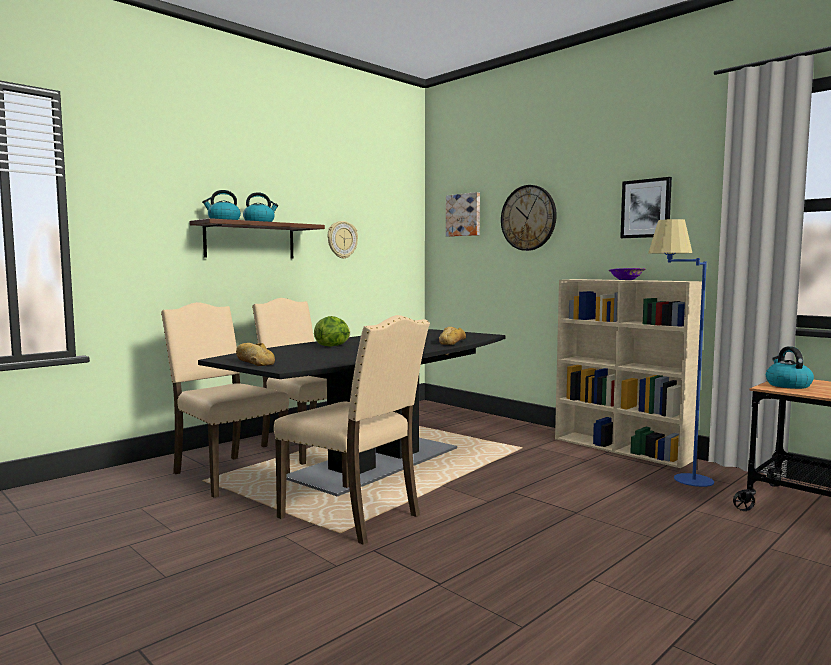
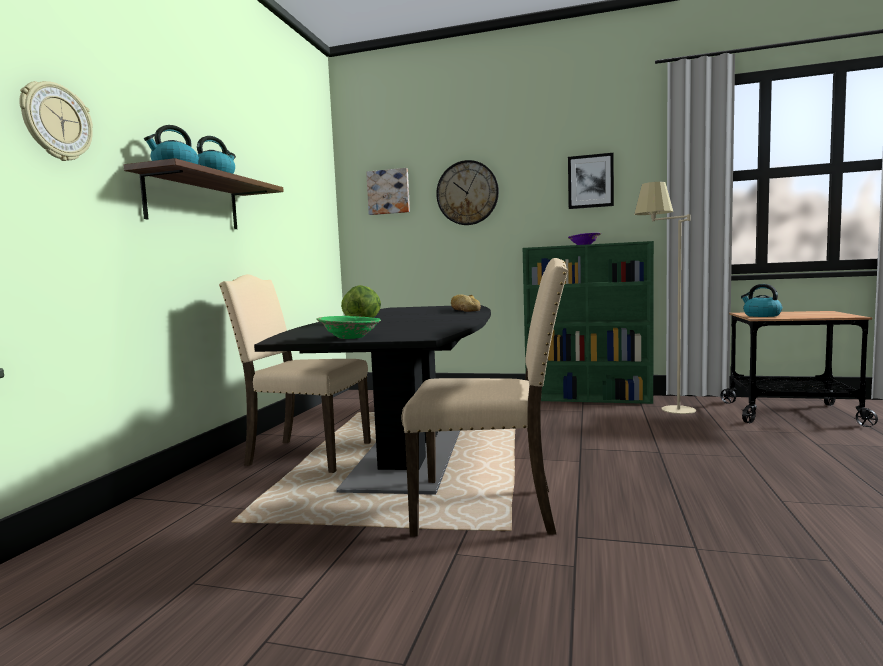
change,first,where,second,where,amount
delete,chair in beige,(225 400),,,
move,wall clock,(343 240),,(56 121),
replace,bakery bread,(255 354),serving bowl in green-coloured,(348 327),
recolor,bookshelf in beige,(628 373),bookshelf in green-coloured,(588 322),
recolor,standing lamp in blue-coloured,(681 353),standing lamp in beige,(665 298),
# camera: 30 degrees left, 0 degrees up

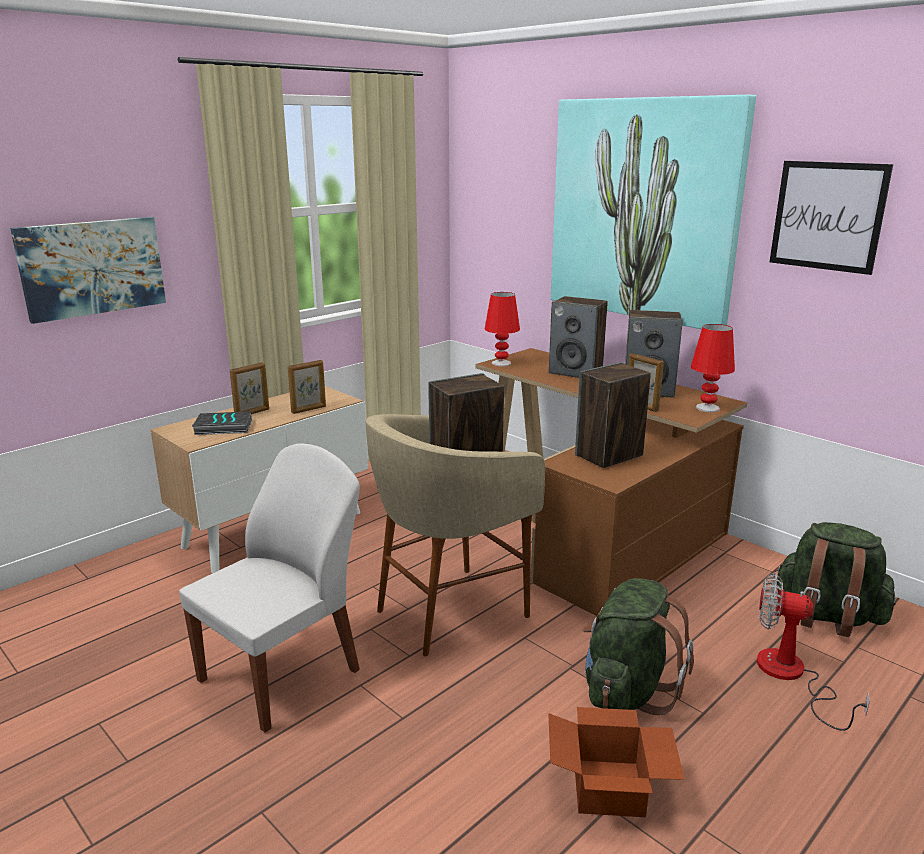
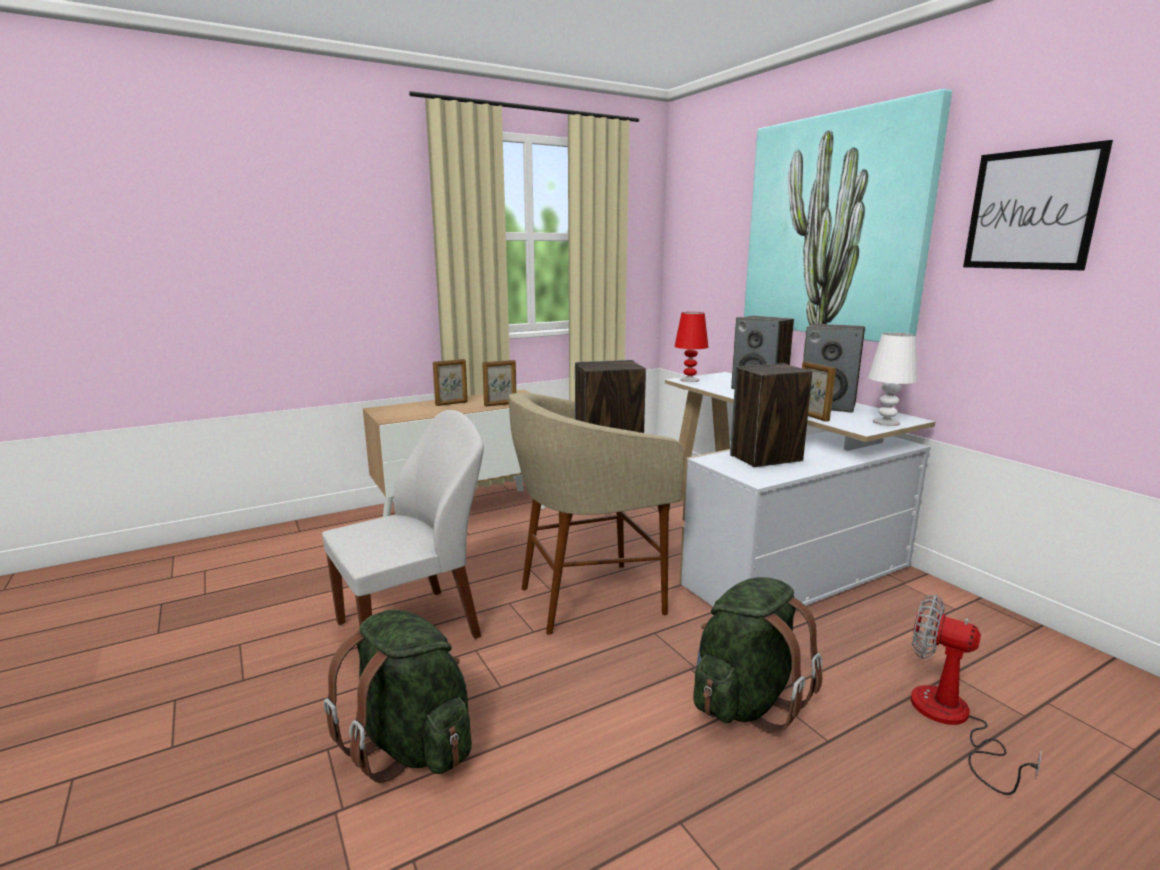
change,first,where,second,where,amount
delete,wall picture,(88 270),,,
delete,book,(222 423),,,
delete,carton,(616 762),,,
move,knapsack in green-coloured,(835 579),,(397 696),
recolor,desk table in brownish,(611 482),desk table in white-coloured,(800 489),
recolor,lamp for a table in red-coloured,(713 368),lamp for a table in white-coloured,(892 379),
# camera: 15 degrees right, 5 degrees down

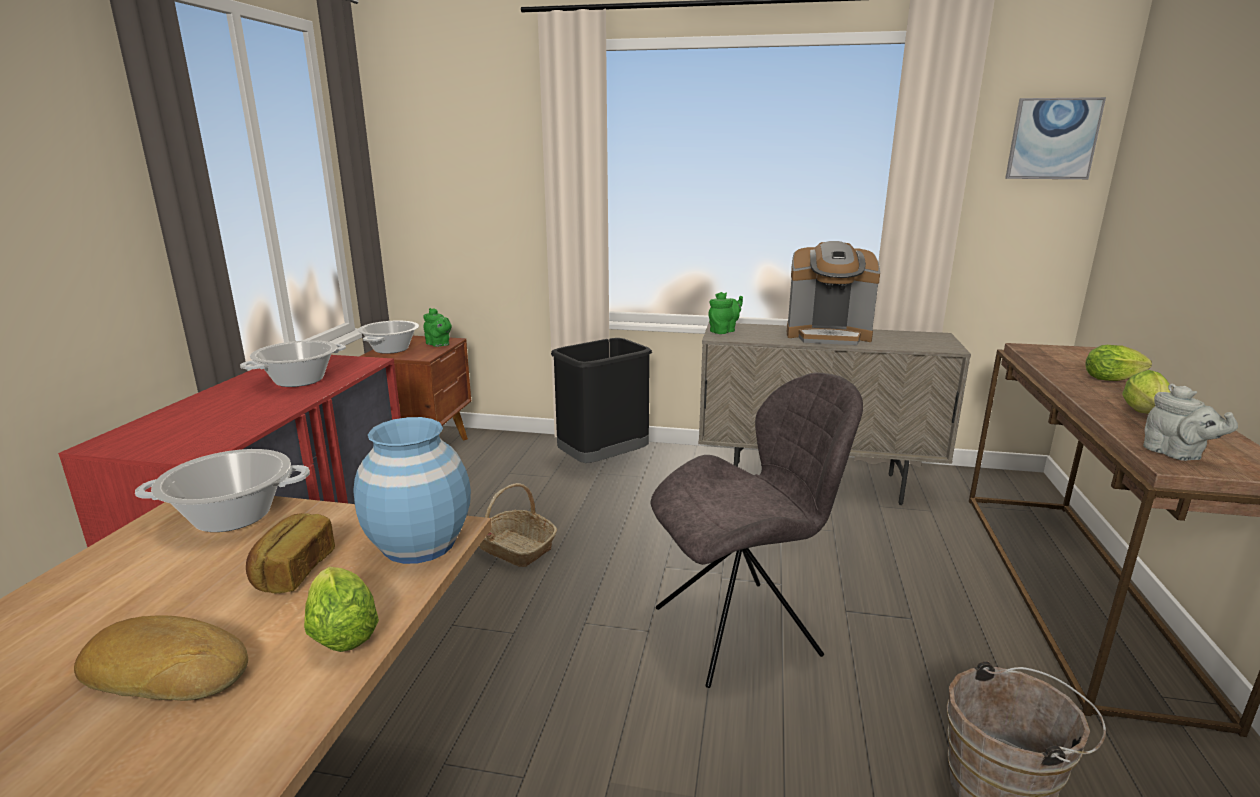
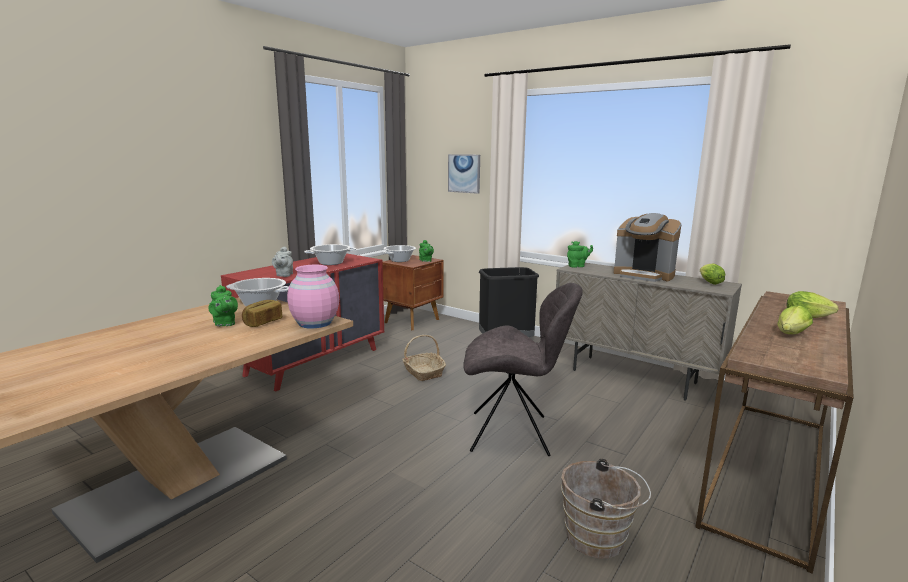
change,first,where,second,where,amount
delete,bakery bread,(161 658),,,
insert,,,tea pot in green-coloured,(223 305),
move,lettuce head,(341 609),,(712 274),
move,wall picture,(1055 138),,(464 174),
move,tea pot in greyish,(1190 422),,(282 261),
recolor,vase in blue-coloured,(412 490),vase in pink-coloured,(313 296),
# camera: 25 degrees right, 5 degrees down

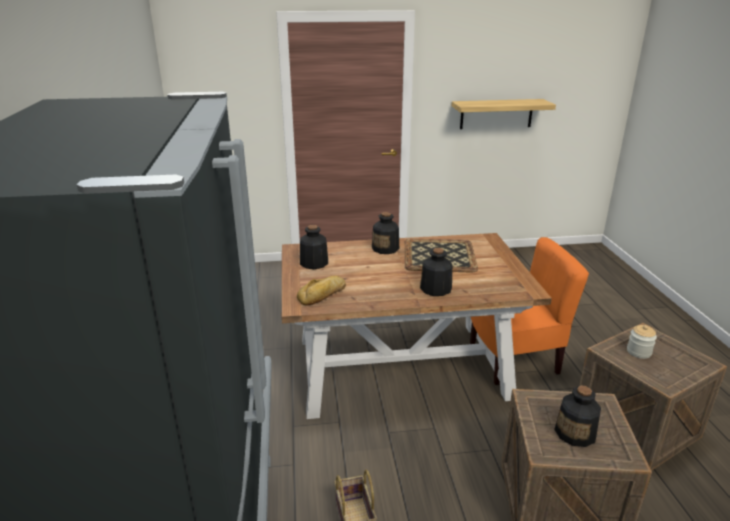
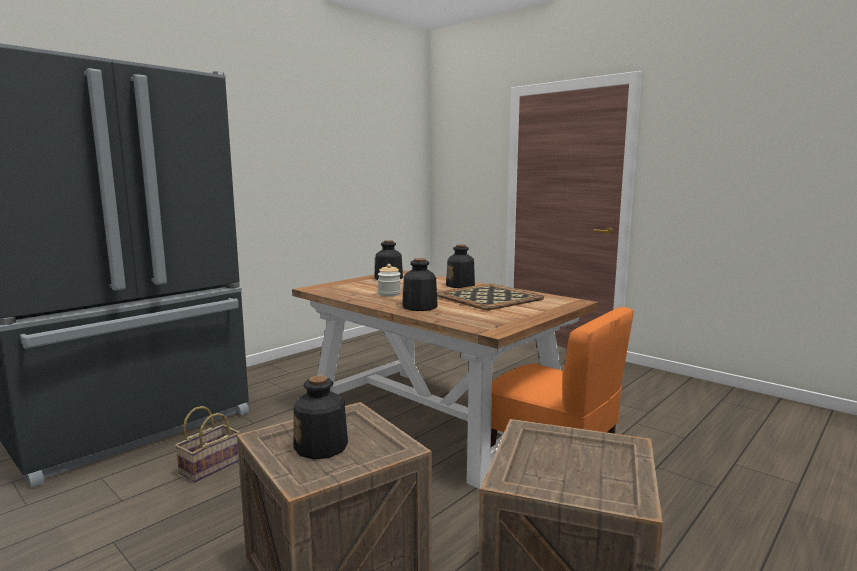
change,first,where,second,where,amount
delete,bakery bread,(321 291),,,
delete,wall shelf,(504 114),,,
move,jar,(642 342),,(389 280),
# camera: 50 degrees right, 15 degrees down

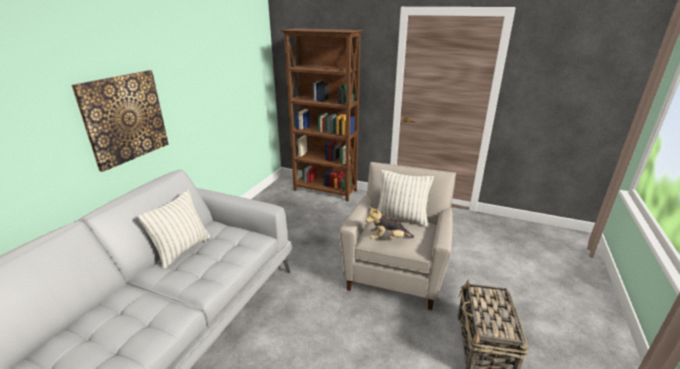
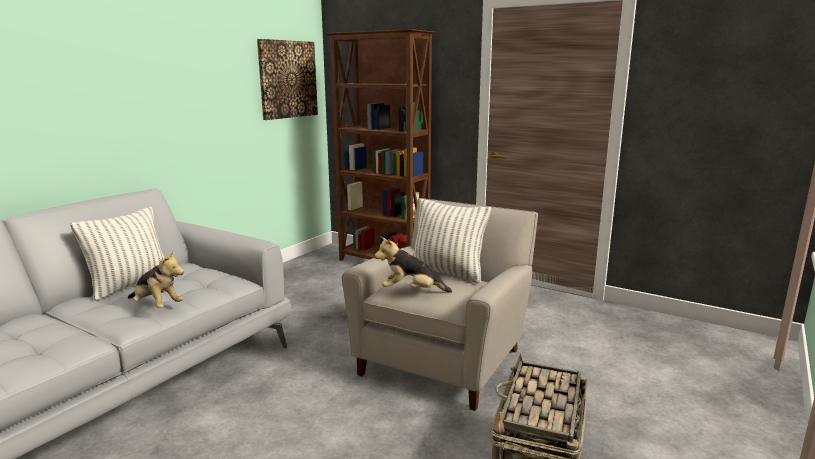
change,first,where,second,where,amount
insert,,,soft toy,(156 278),
move,wall picture,(120 121),,(287 79),
# camera: 10 degrees right, 10 degrees down

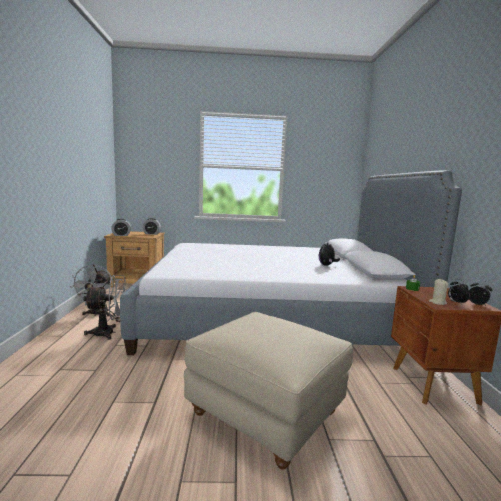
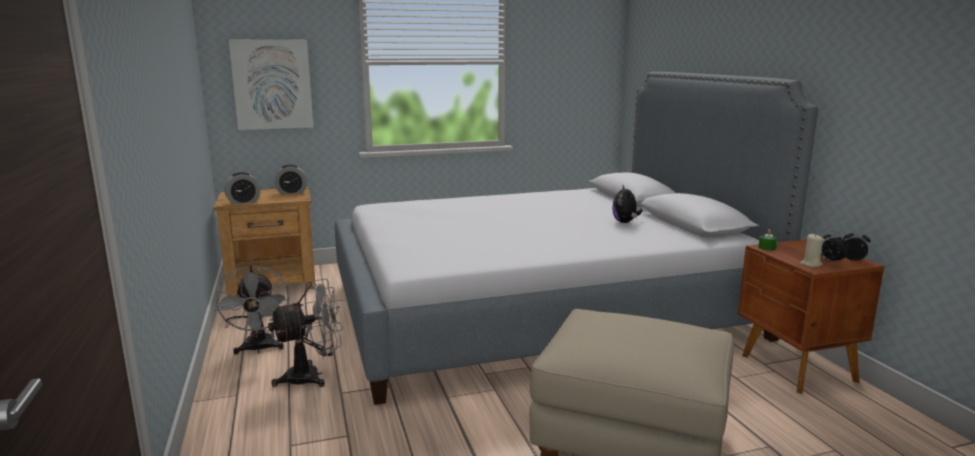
change,first,where,second,where,amount
insert,,,wall picture,(271 84),
# camera: 15 degrees left, 5 degrees up

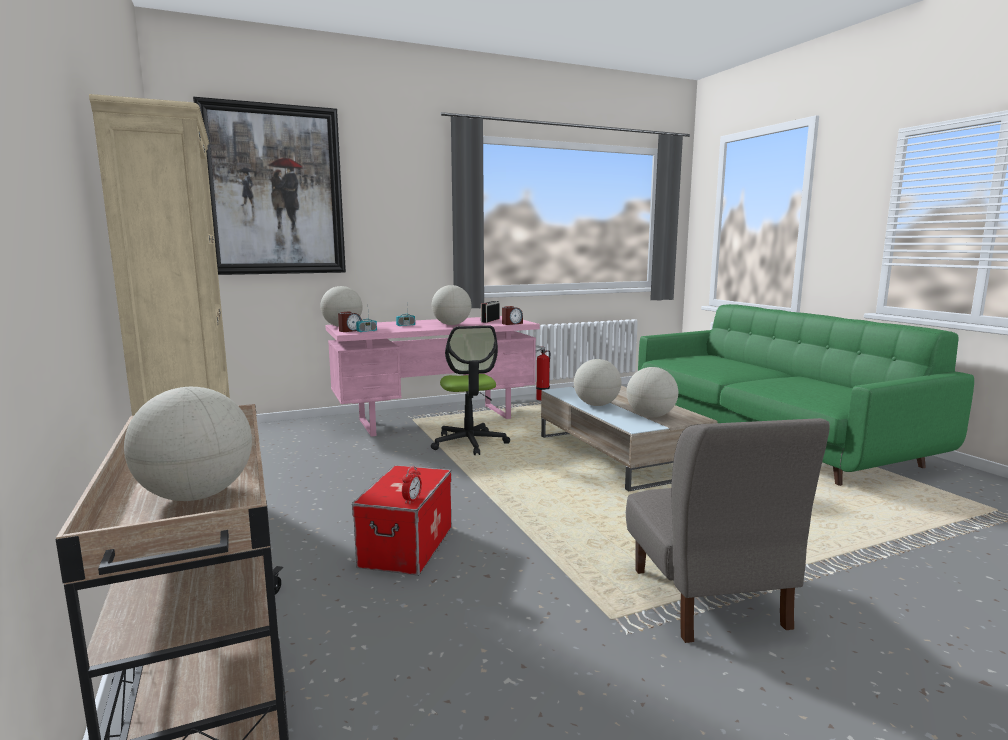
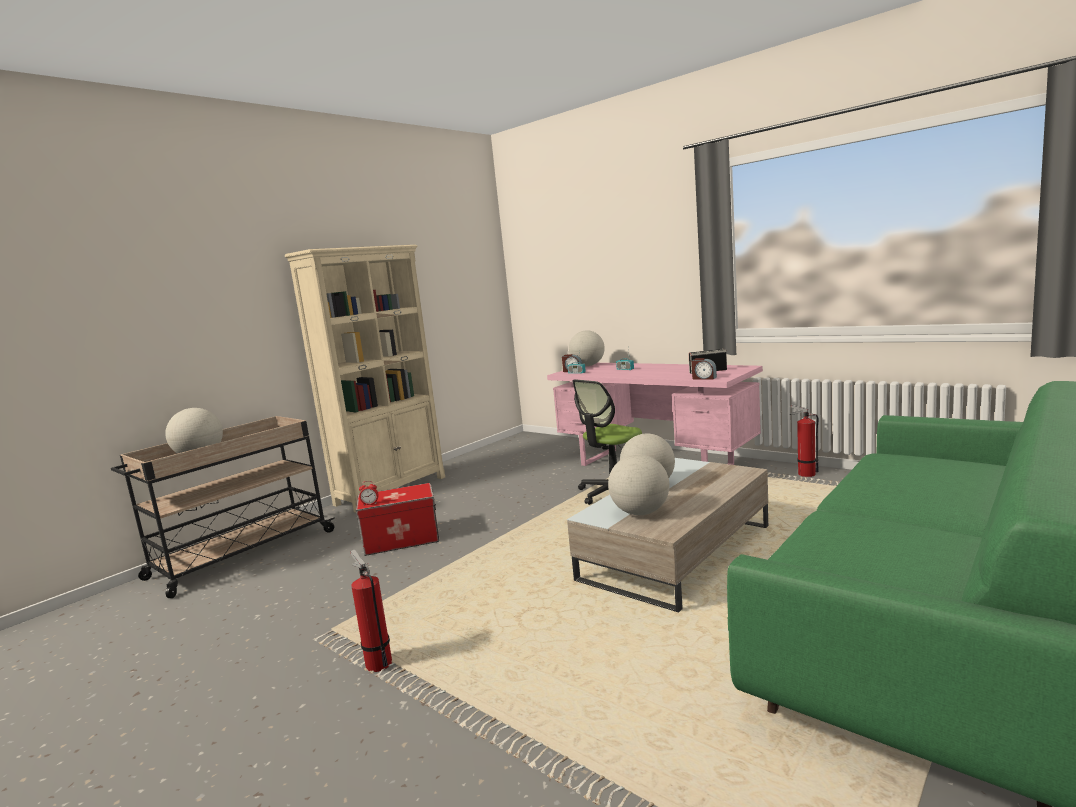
change,first,where,second,where,amount
delete,wall picture,(269 186),,,
delete,globe,(451 305),,,
replace,chair in greyish,(728 530),extinguisher,(371 611),
# camera: 65 degrees right, 0 degrees up

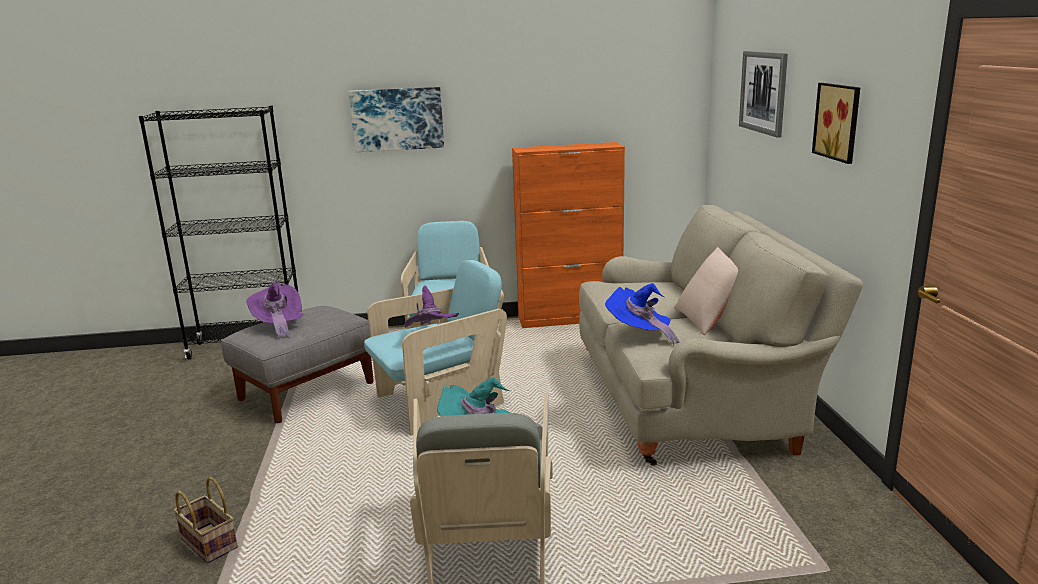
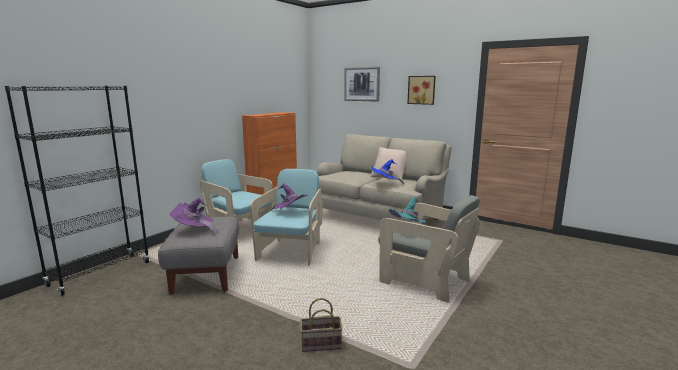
change,first,where,second,where,amount
delete,wall picture,(396 119),,,
# camera: 50 degrees left, 5 degrees down

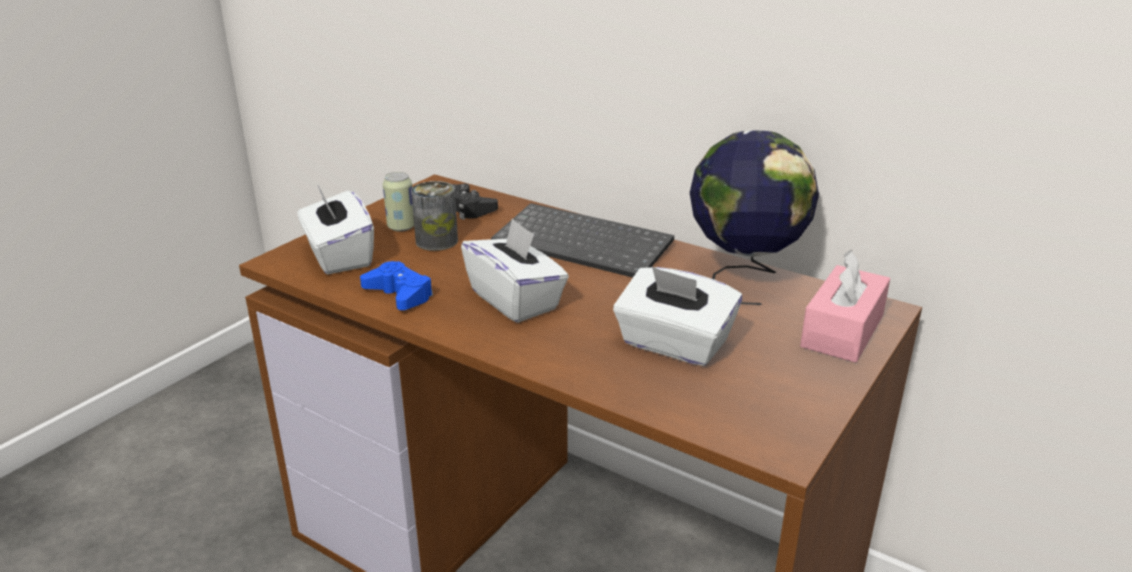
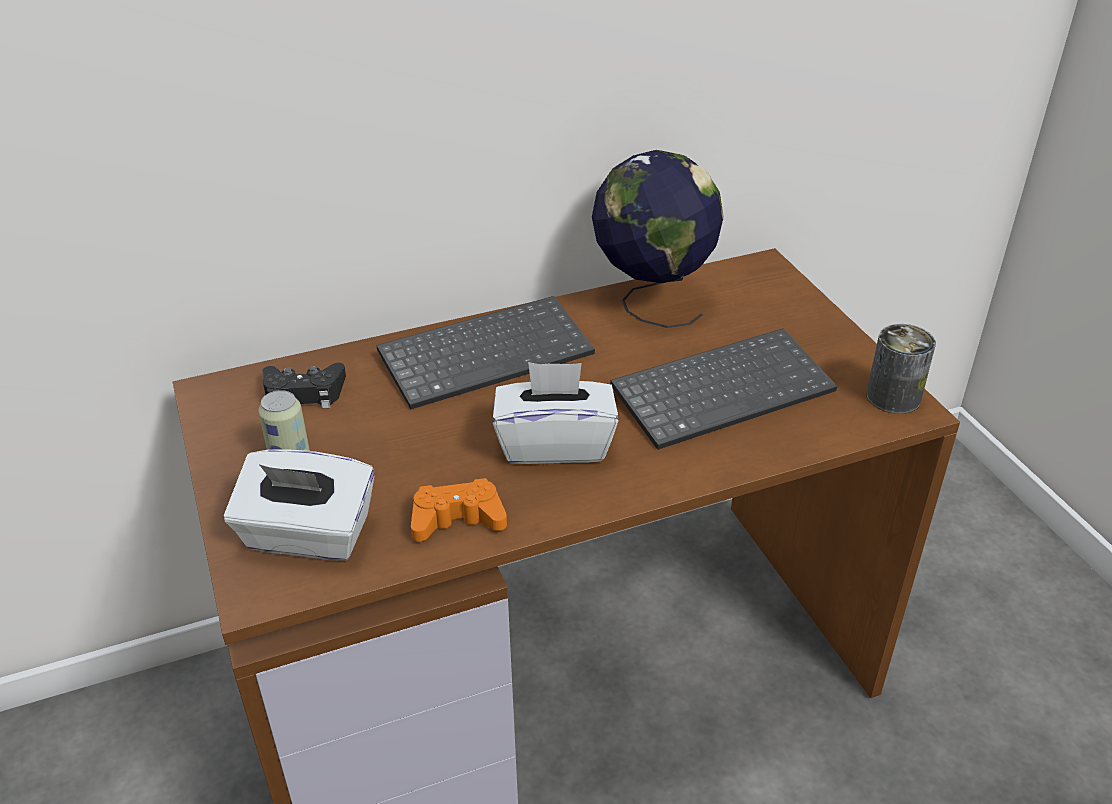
change,first,where,second,where,amount
delete,box of tissues in pink-coloured,(845 306),,,
move,sealed can,(434 216),,(901 369),
replace,box of tissues in white-coloured,(677 316),keyboard,(724 389),
recolor,gamepad in blue-coloured,(396 285),gamepad in orange,(459 509),
# camera: 55 degrees left, 10 degrees up

